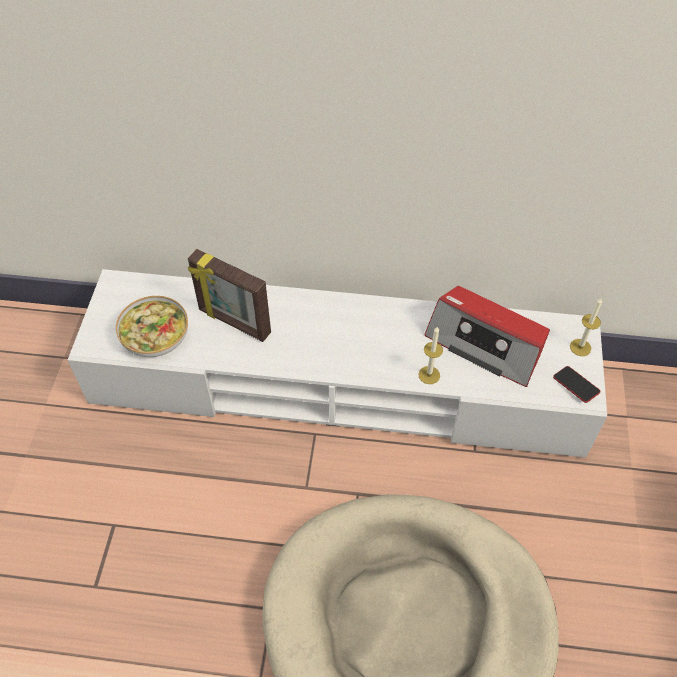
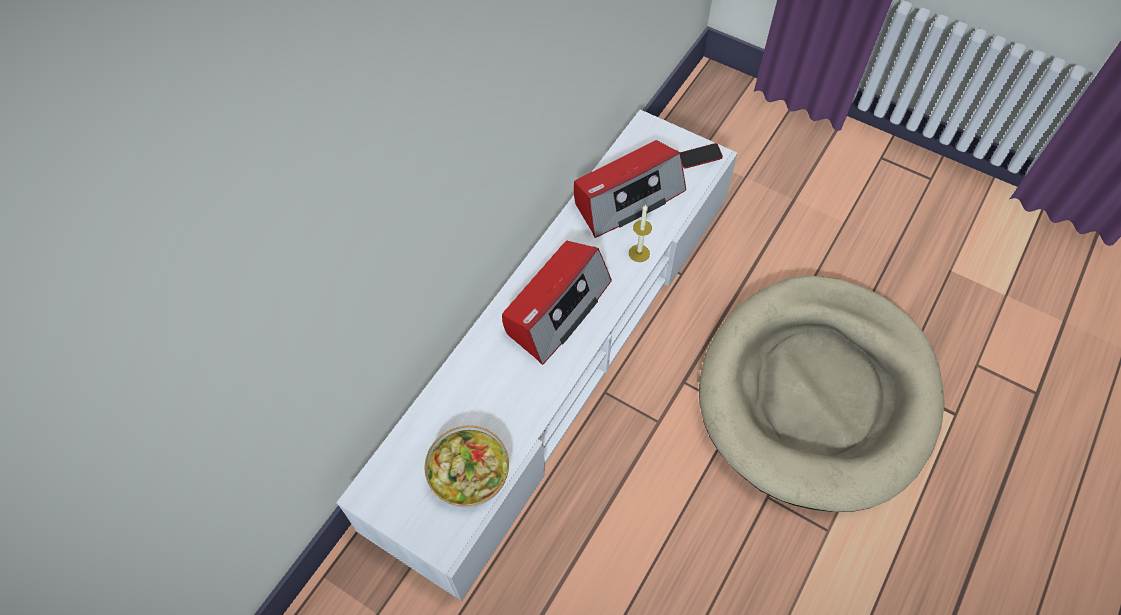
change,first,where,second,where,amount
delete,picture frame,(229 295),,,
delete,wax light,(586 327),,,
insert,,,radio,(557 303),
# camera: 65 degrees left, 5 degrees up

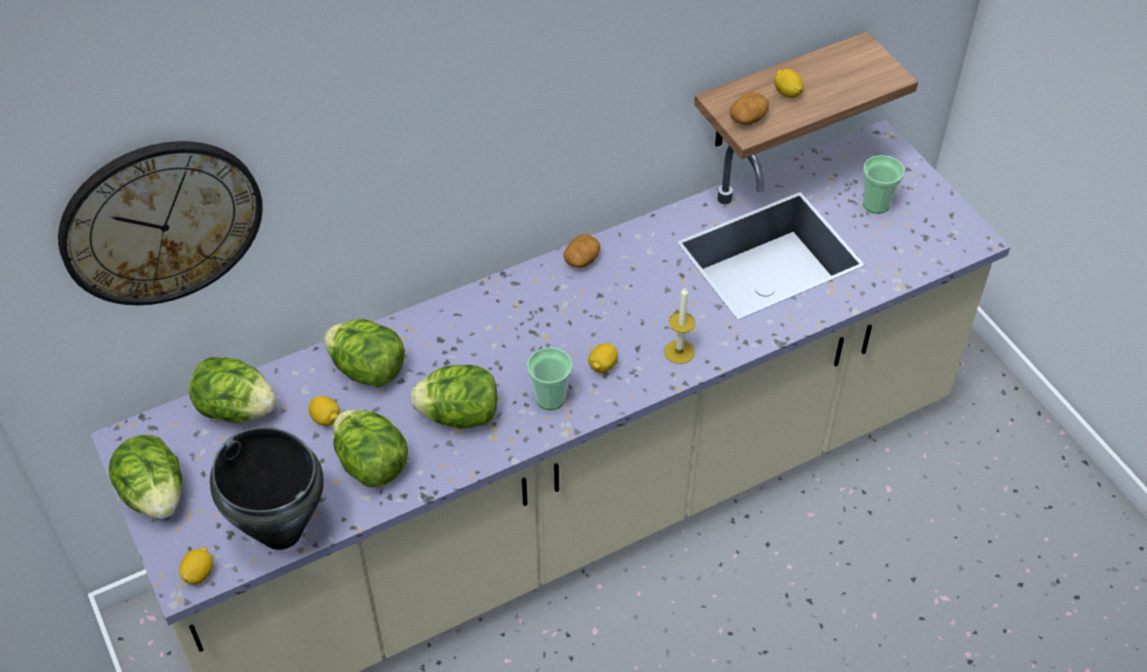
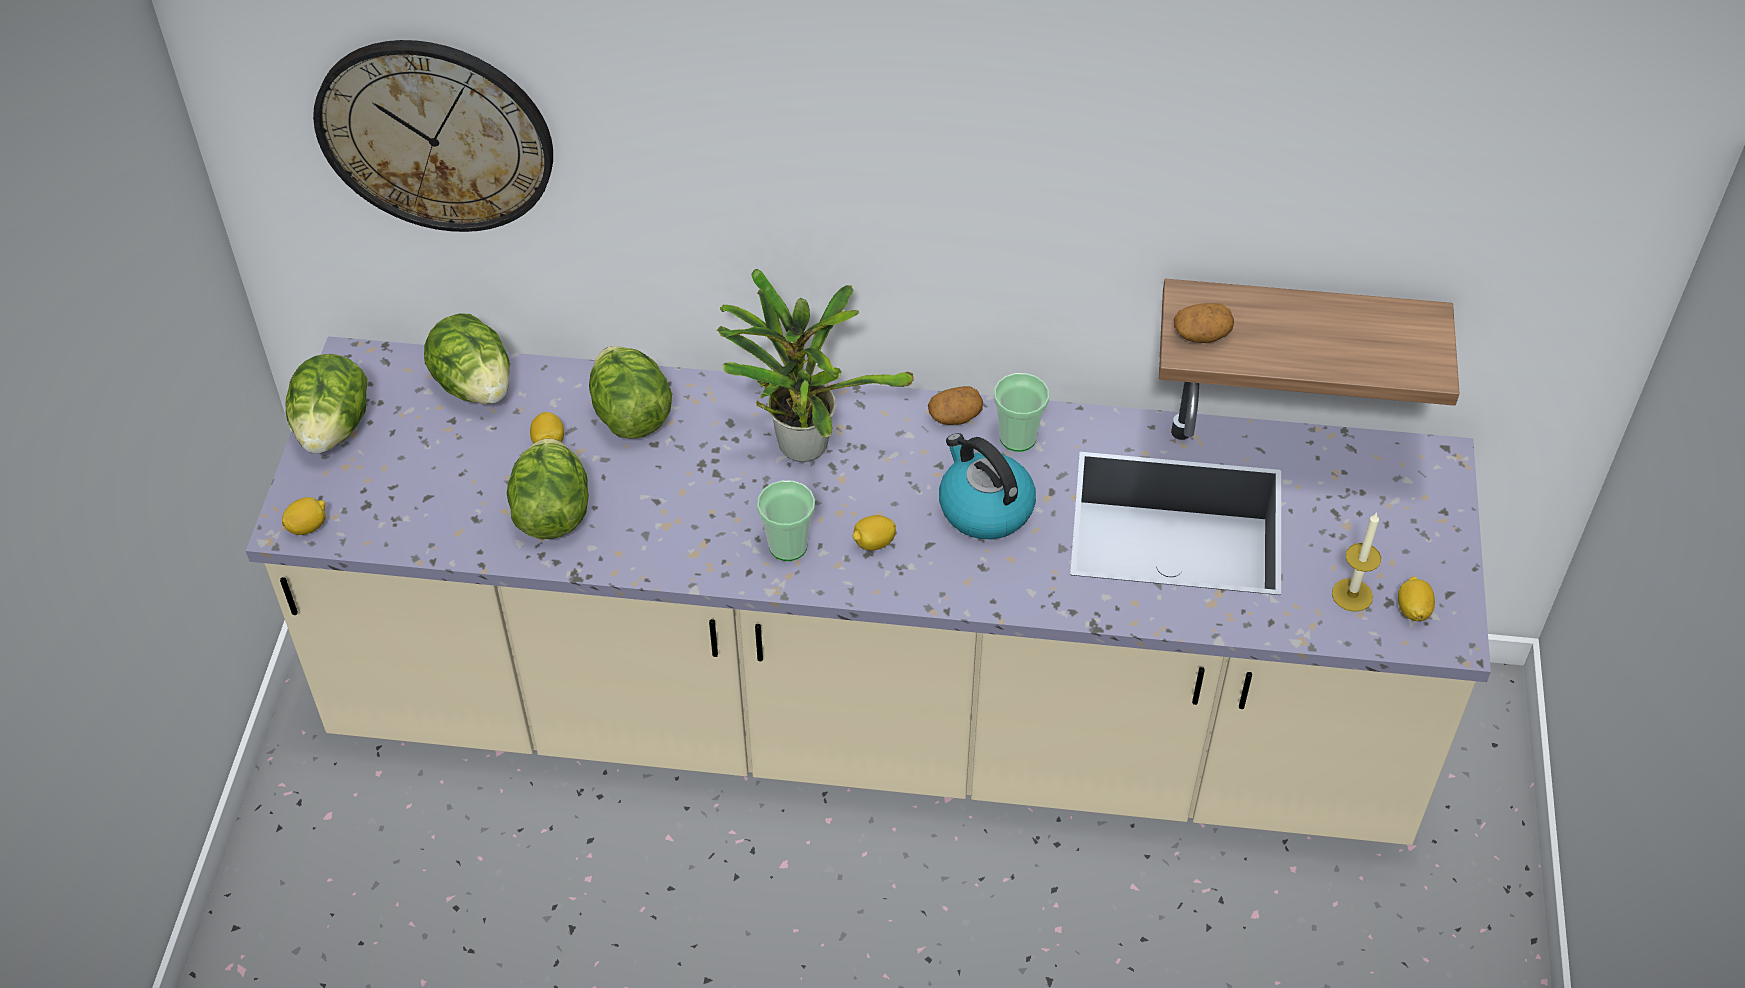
change,first,where,second,where,amount
delete,saucepot in black-coloured,(266 488),,,
delete,lettuce head,(454 397),,,
insert,,,potted plant,(815 365),
insert,,,water kettle,(987 486),
move,wax light,(679 326),,(1356 562),
move,citrus fruit,(789 83),,(1416 598),
move,drinking cup,(884 184),,(1021 412),
# camera: 35 degrees right, 0 degrees up

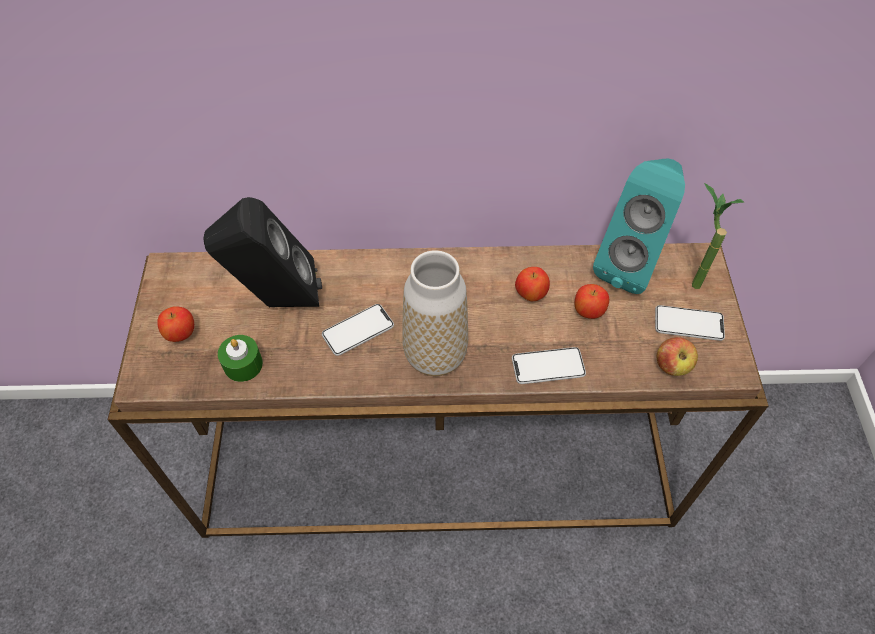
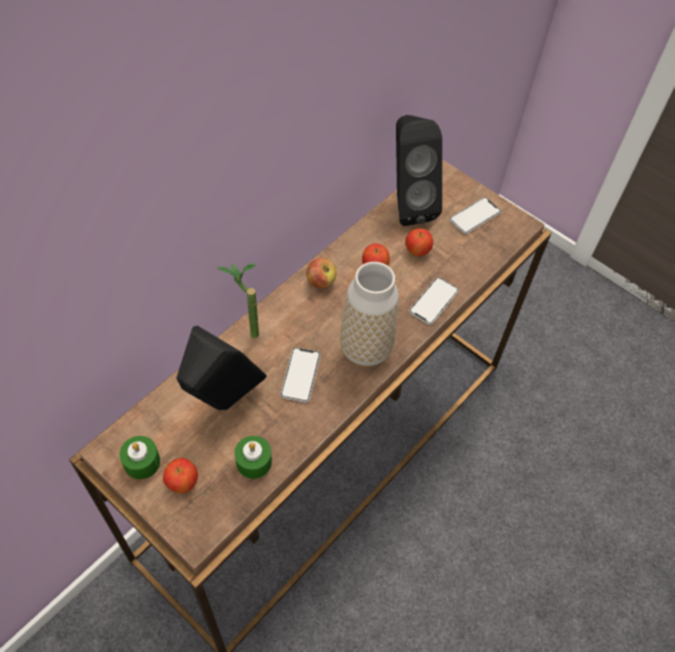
change,first,where,second,where,amount
insert,,,wax light in green-coloured,(139 457),
move,apple fruit,(677 356),,(321 273),
move,potted plant,(718 236),,(238 300),
recolor,audio speaker in turquoise-coloured,(639 226),audio speaker in black-coloured,(419 170),
# camera: 50 degrees left, 0 degrees up

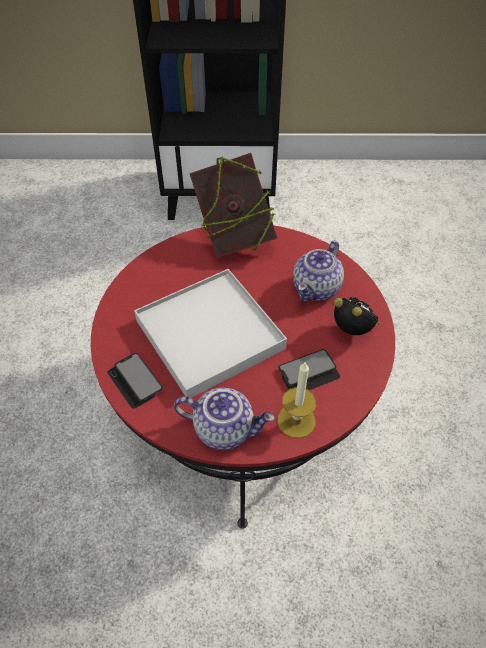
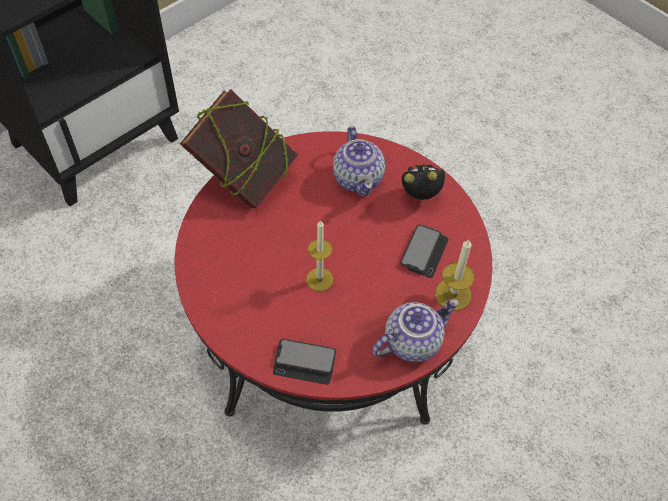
change,first,where,second,where,amount
replace,carrying tray in white-coloured,(210 333),wax light,(319 255),
# camera: 45 degrees left, 5 degrees up

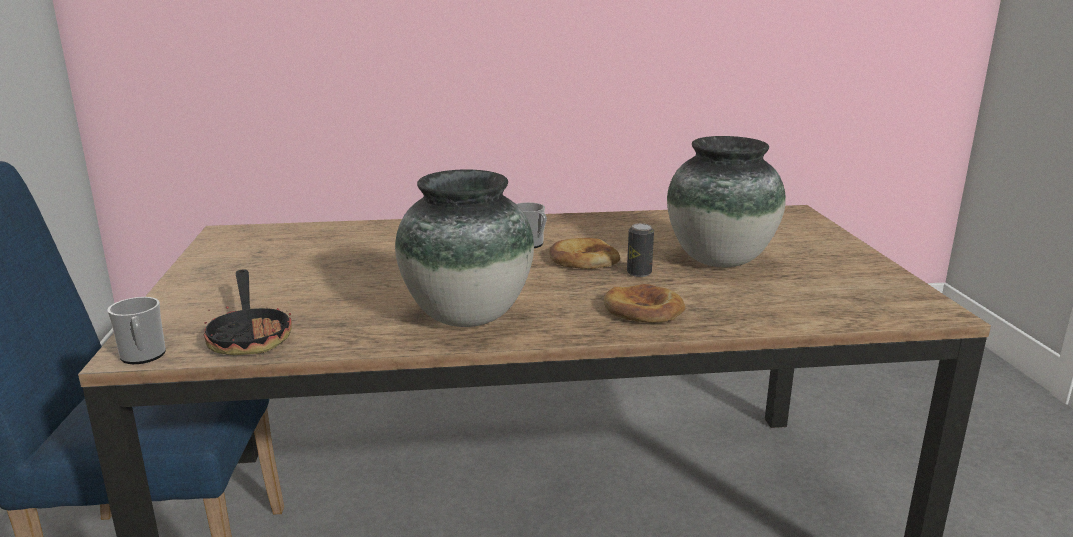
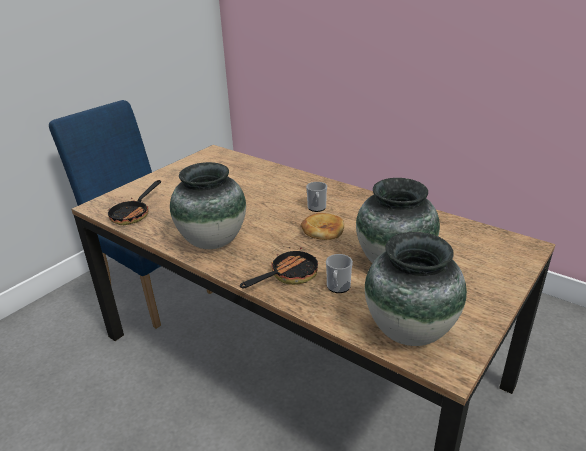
change,first,where,second,where,amount
delete,sealed can,(640 250),,,
insert,,,vase,(416 289),
move,coffee mug,(136 330),,(339 273),
replace,bakery bread,(644 303),frying pan,(279 268),
# camera: 45 degrees right, 10 degrees up

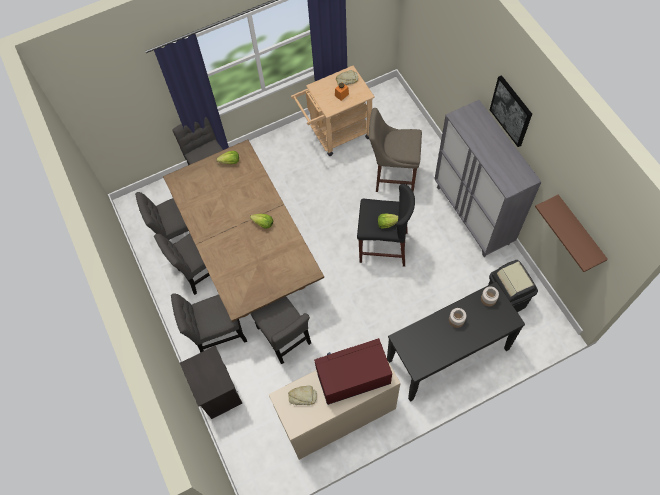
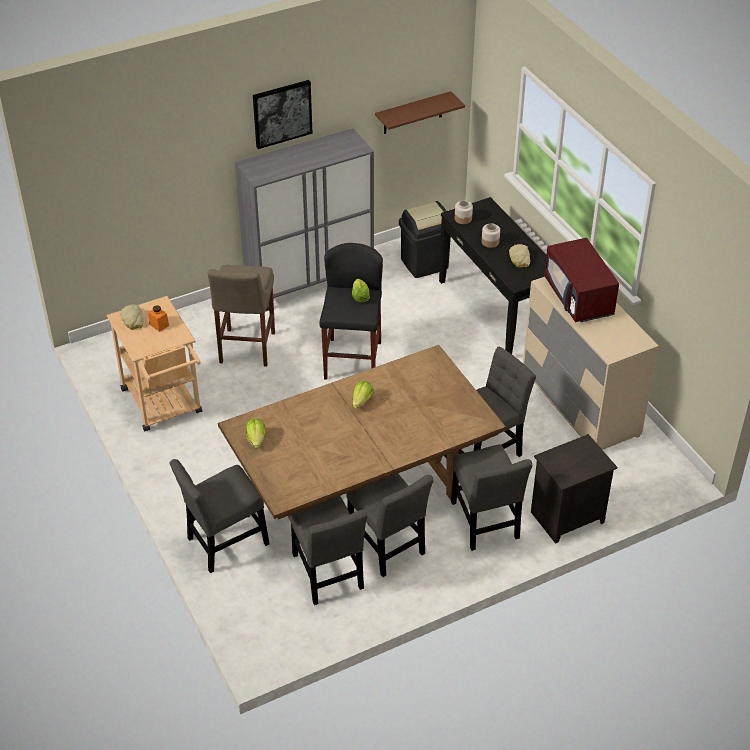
change,first,where,second,where,amount
move,bakery bread,(302 395),,(519 256),
# camera: 95 degrees left, 20 degrees down

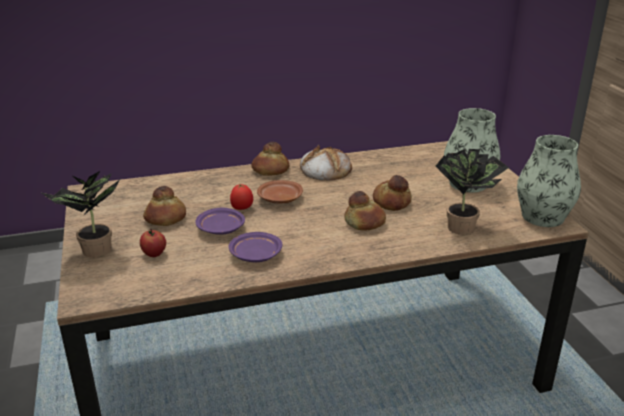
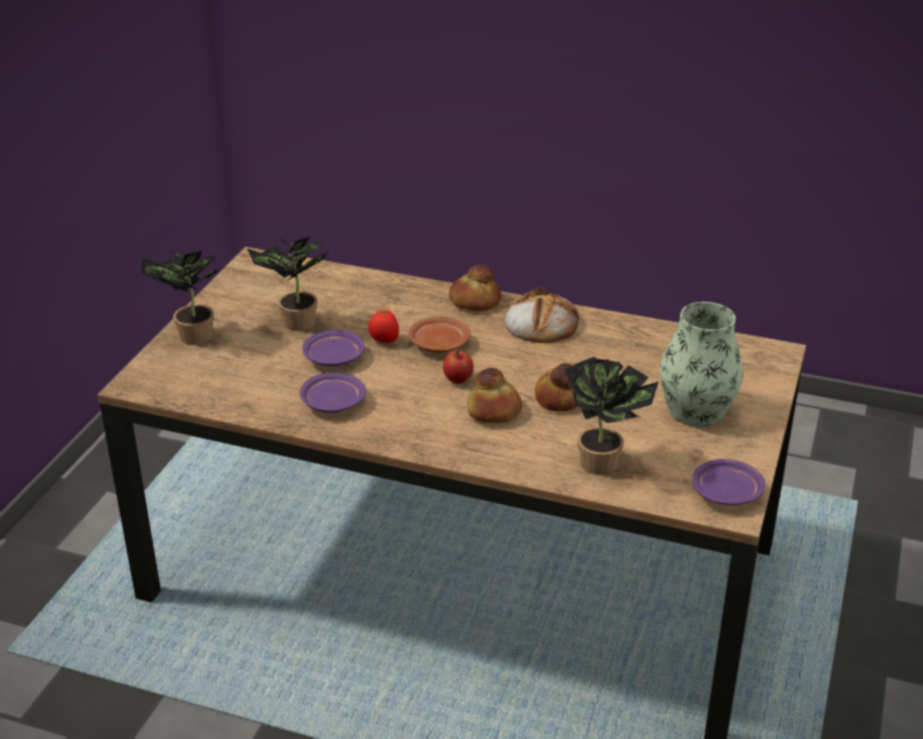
change,first,where,second,where,amount
move,apple fruit,(153 242),,(458 366),
replace,bakery bread,(164 206),potted plant,(290 284),
replace,vase,(549 181),plate in purple,(728 482),
# camera: 35 degrees right, 5 degrees up

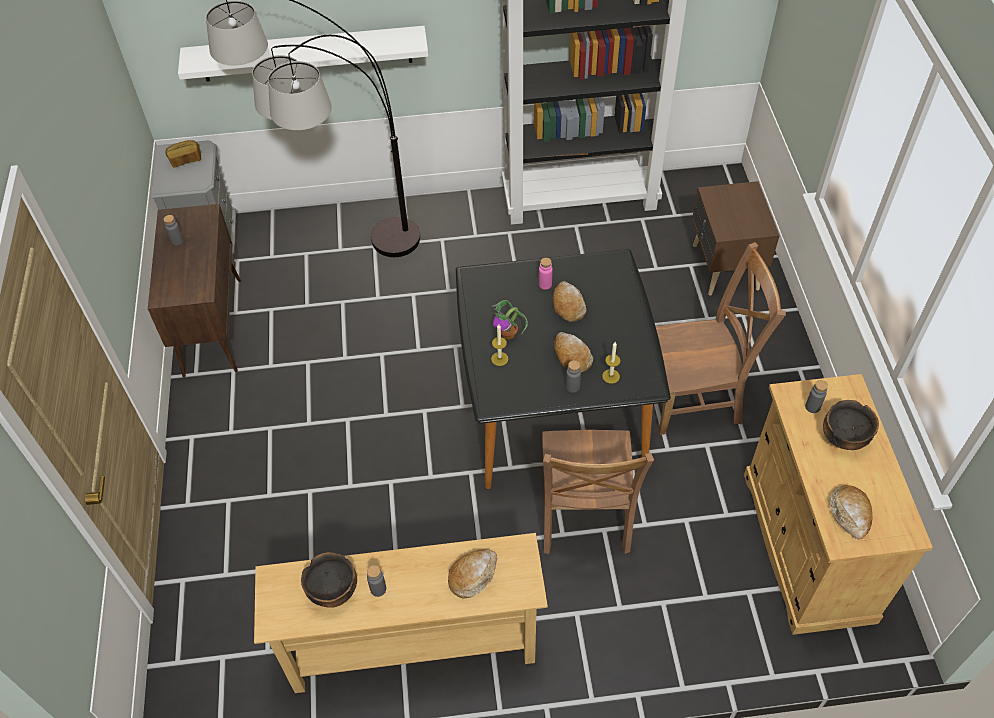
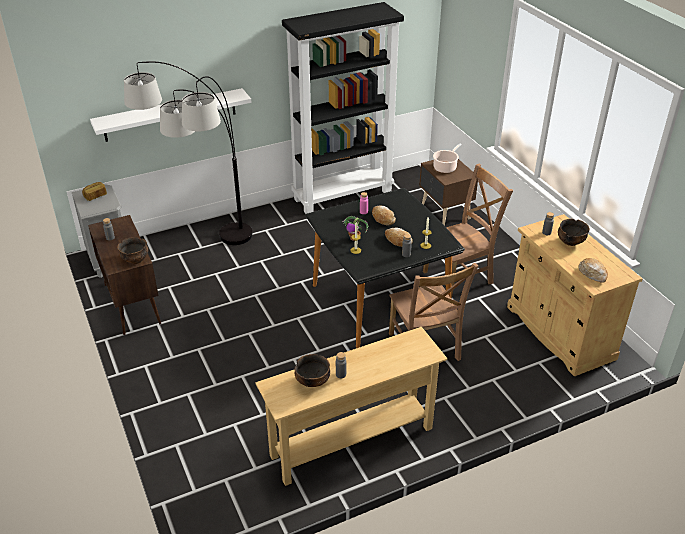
change,first,where,second,where,amount
delete,bakery bread,(472 574),,,
insert,,,serving bowl,(132 250),
insert,,,saucepot,(447 158),
# camera: 20 degrees left, 15 degrees down

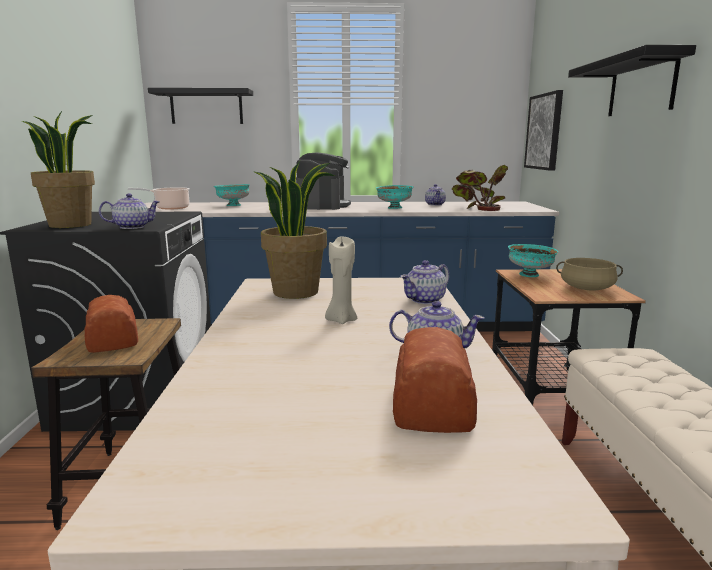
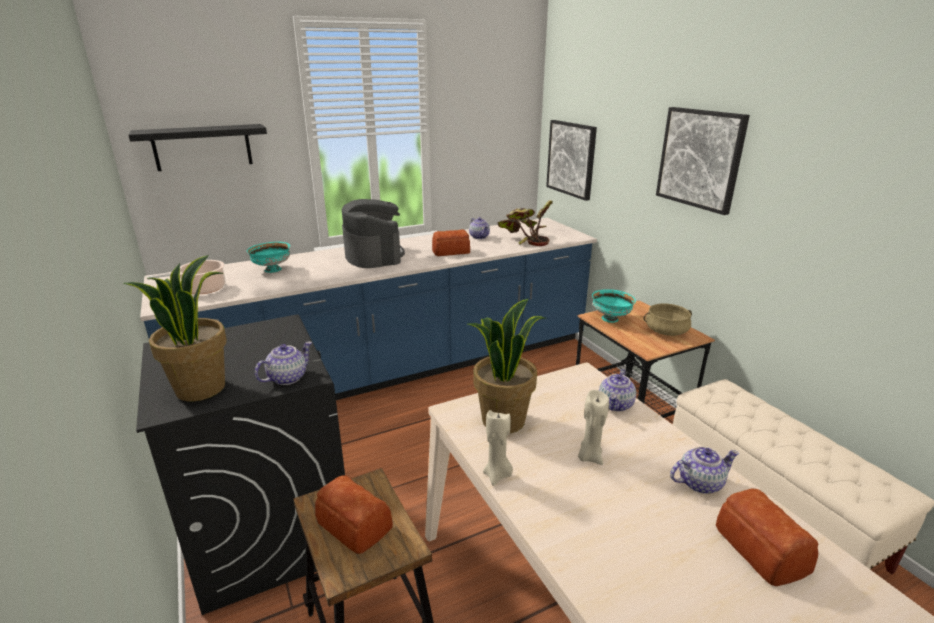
change,first,where,second,where,amount
insert,,,wax light in beige,(498 448),
replace,serving bowl in turquoise-coloured,(394 197),bakery bread,(451 243),
replace,wall shelf in black-coloured,(632 80),wall picture,(703 161),
# camera: 25 degrees left, 10 degrees up

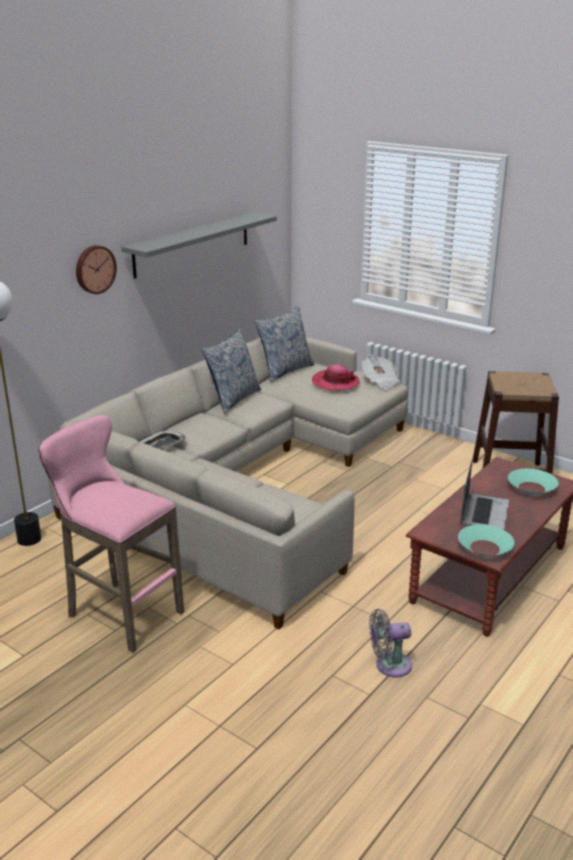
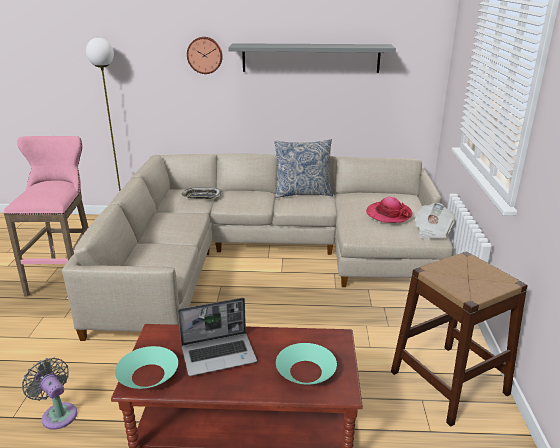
change,first,where,second,where,amount
delete,throw pillow,(284 344),,,
# camera: 55 degrees right, 0 degrees up

